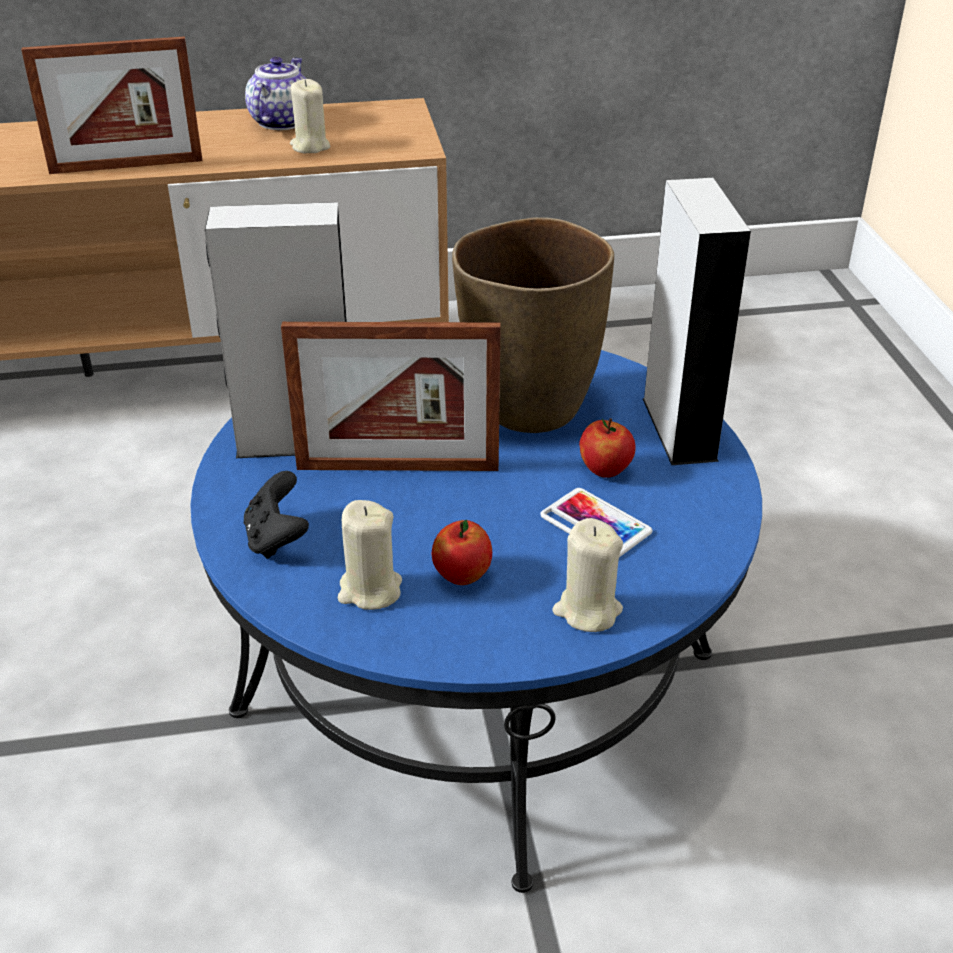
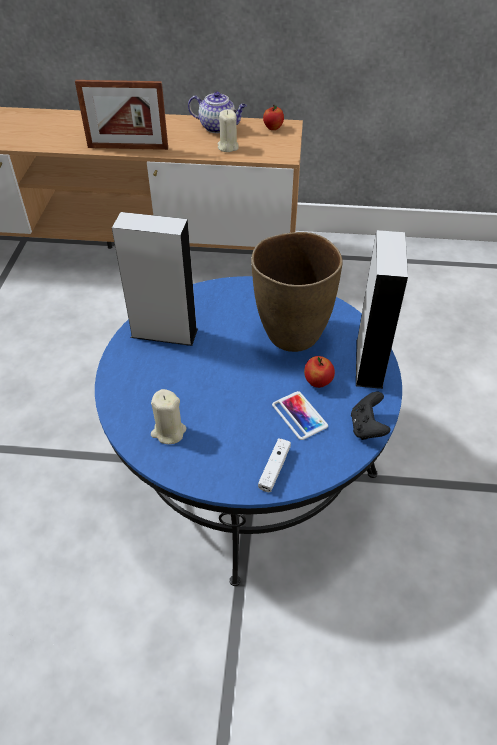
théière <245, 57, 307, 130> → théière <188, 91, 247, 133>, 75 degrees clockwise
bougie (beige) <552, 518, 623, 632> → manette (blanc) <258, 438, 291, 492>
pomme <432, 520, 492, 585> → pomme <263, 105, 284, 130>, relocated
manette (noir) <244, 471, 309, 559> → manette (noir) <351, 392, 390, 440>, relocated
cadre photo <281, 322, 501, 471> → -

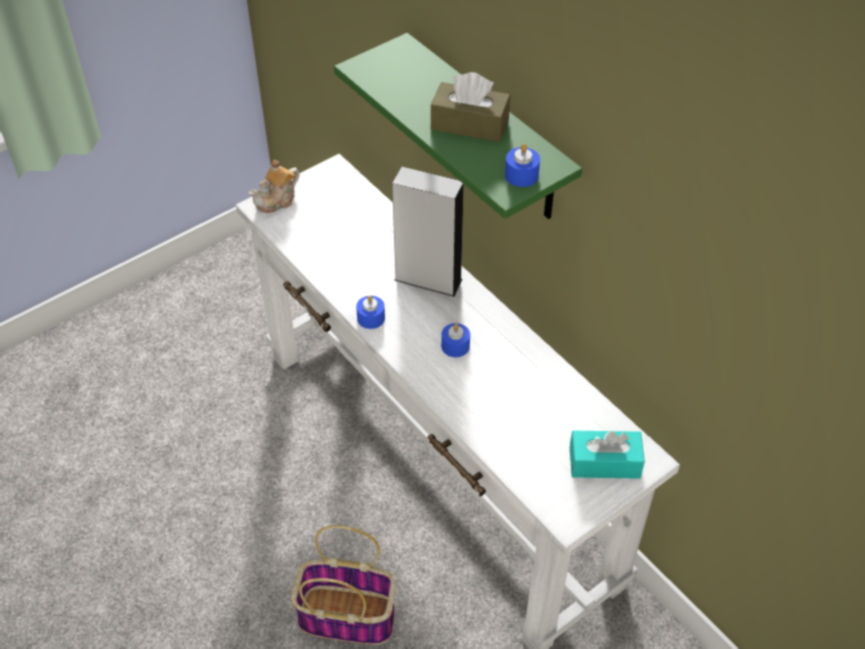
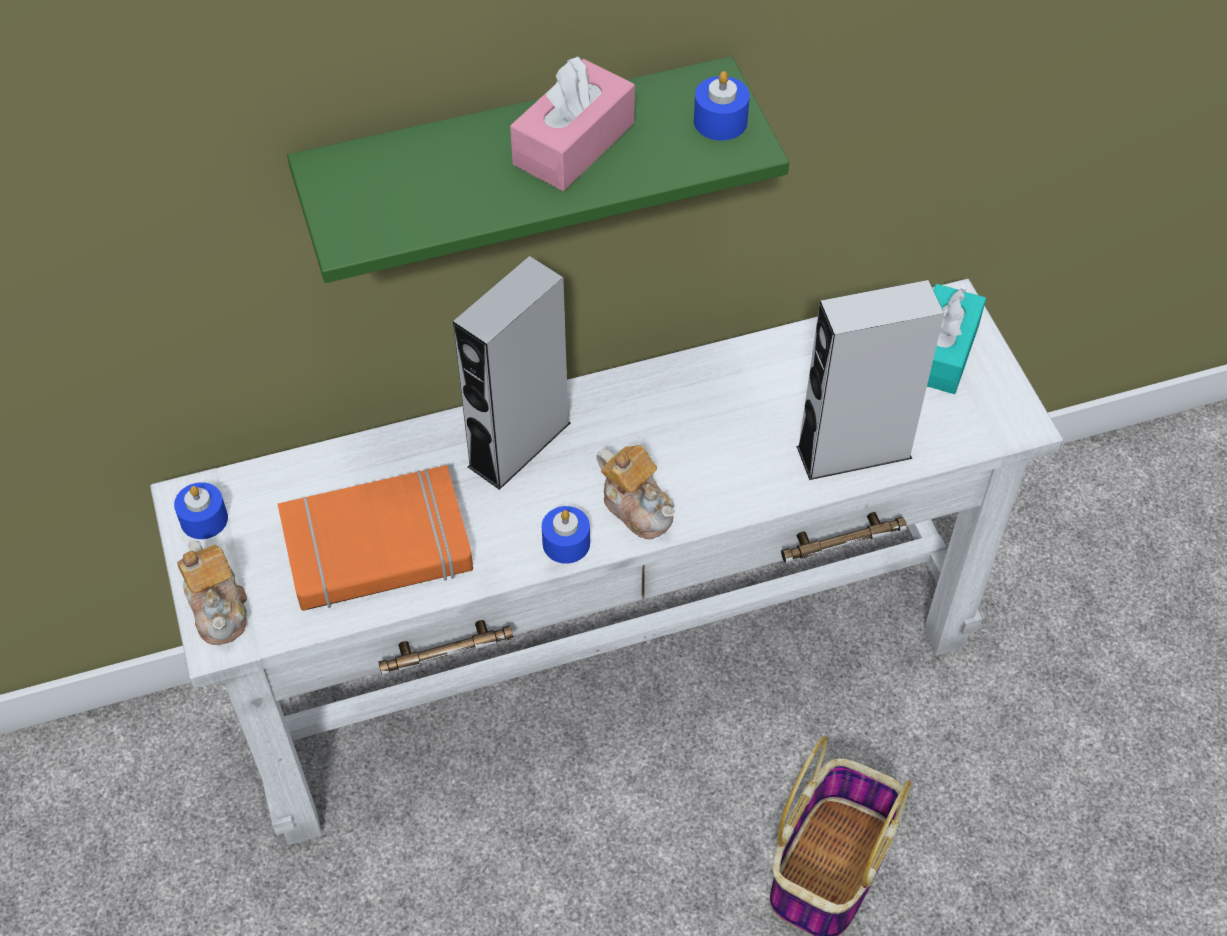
bougie (bleu) <441, 323, 470, 357> → bougie (bleu) <174, 482, 228, 539>, relocated
- → livre (orange) <278, 465, 473, 611>
boîte à mouchoirs (marron) <431, 72, 510, 142> → boîte à mouchoirs (rose) <510, 56, 635, 191>
- → théière <596, 445, 675, 539>
- → enceinte (gris) <796, 280, 944, 480>

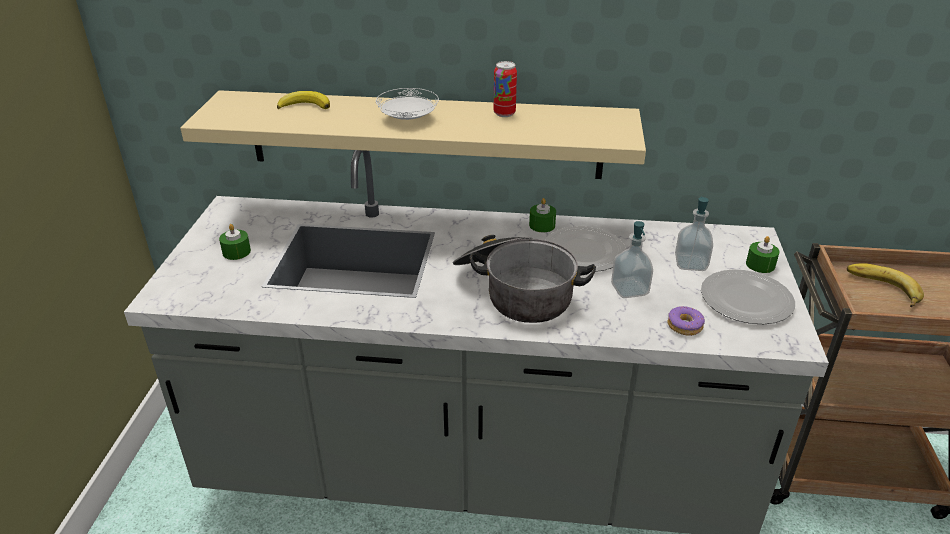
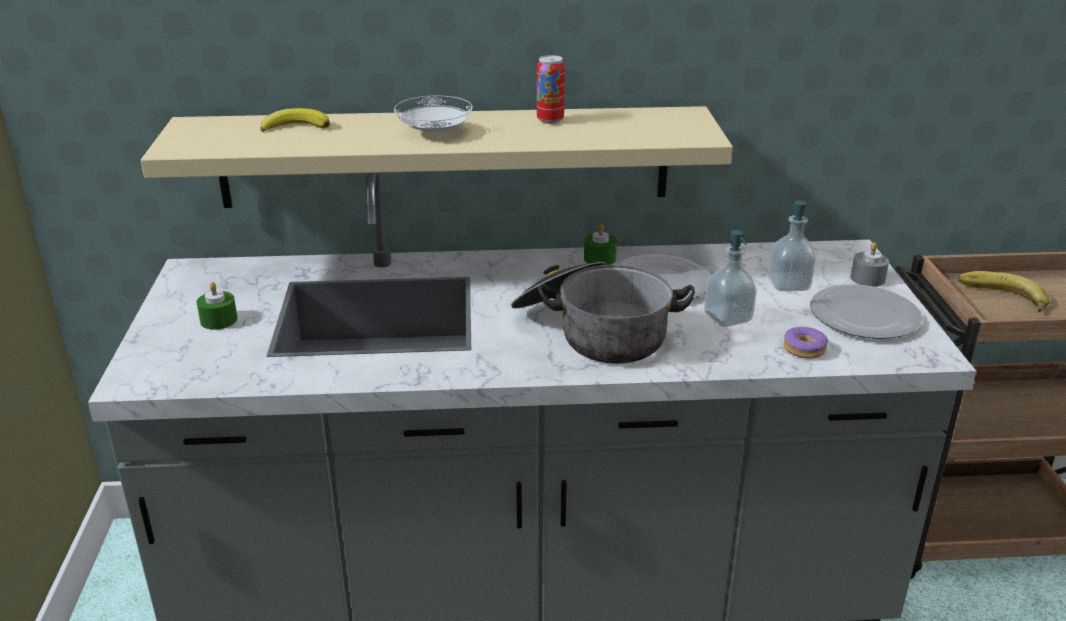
bougie (vert) <746, 236, 780, 273> → bougie (gris) <851, 242, 889, 287>

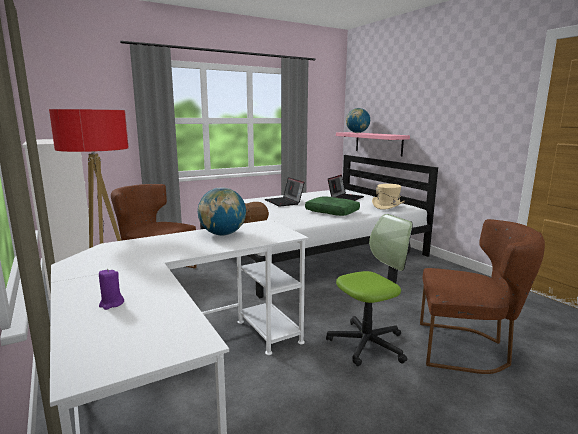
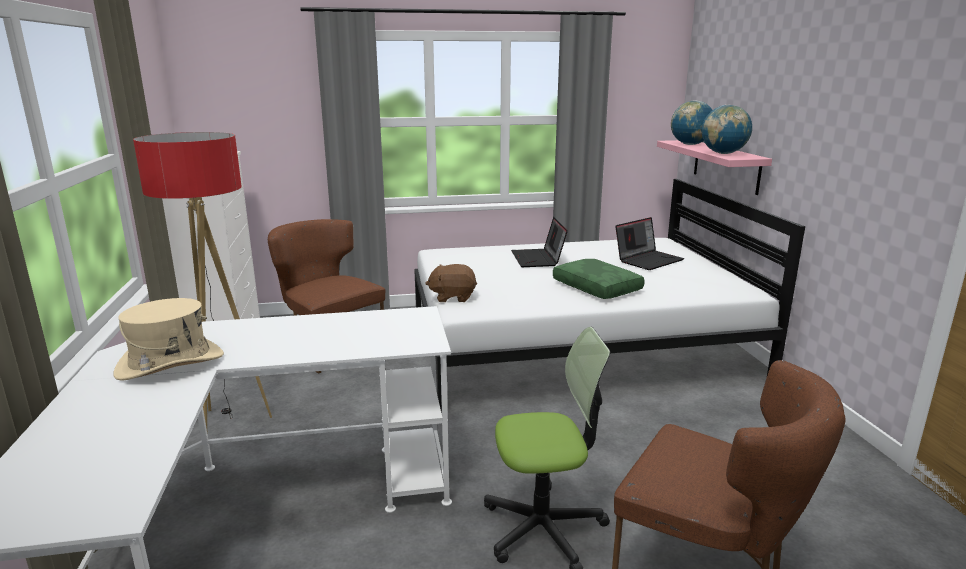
chapeau (beige) <372, 184, 405, 210> → chapeau (beige) <113, 298, 224, 381>, relocated
globe <198, 187, 246, 236> → globe <702, 105, 752, 154>, relocated
bougie (violet) <99, 269, 124, 310> → -

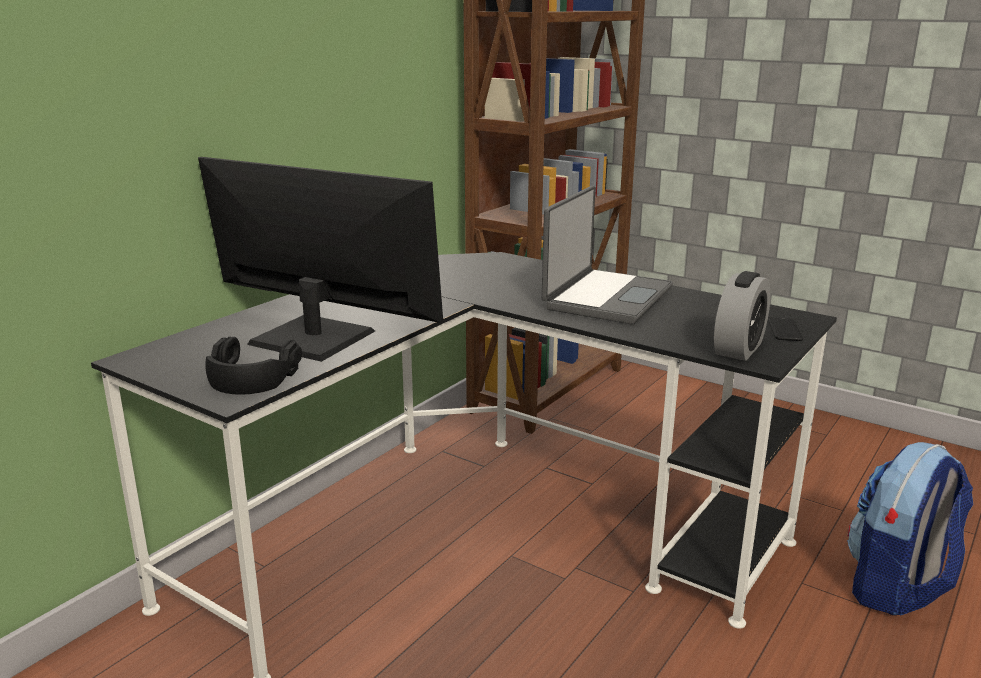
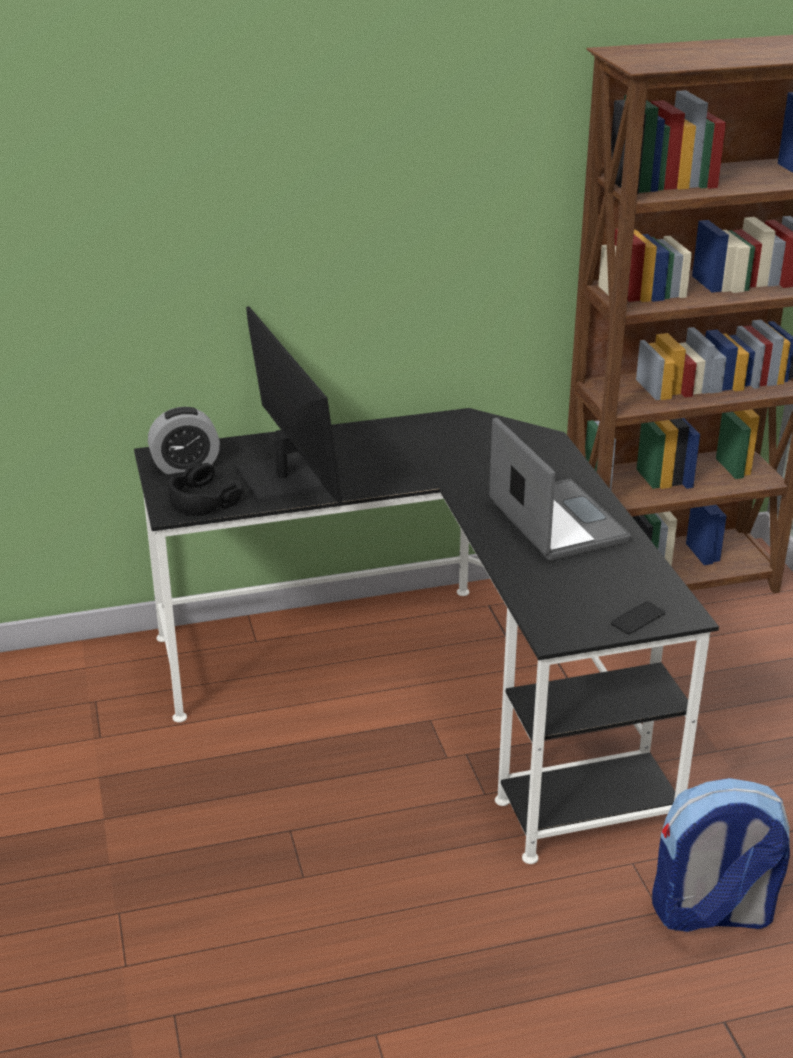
réveil <714, 271, 771, 361> → réveil <148, 407, 220, 474>, relocated
ordinateur portable <542, 186, 673, 324> → ordinateur portable <489, 418, 631, 561>, 90 degrees counterclockwise

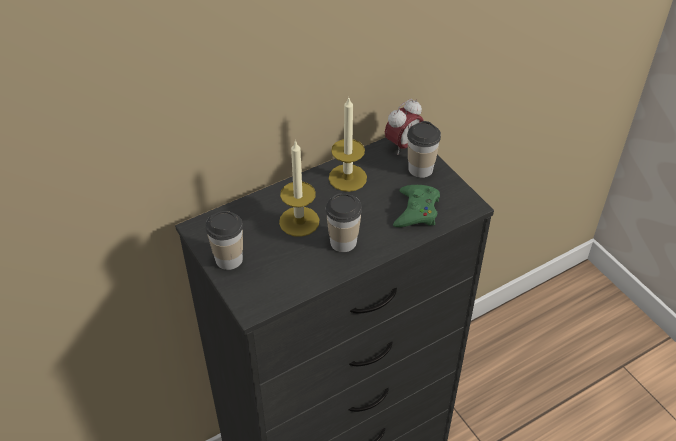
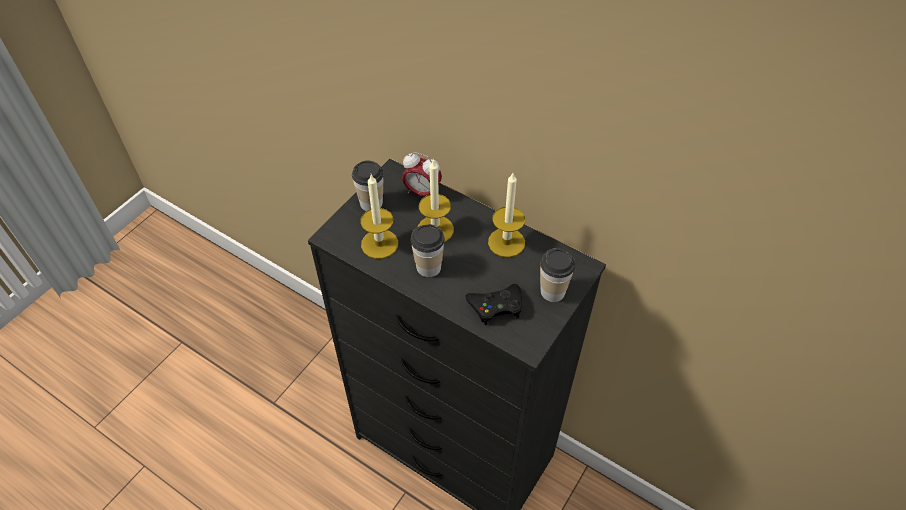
- → bougie <360, 175, 398, 259>
réveil <385, 99, 424, 155> → réveil <402, 152, 442, 196>, relocated
manette (vert) <393, 185, 440, 227> → manette (noir) <466, 284, 522, 325>

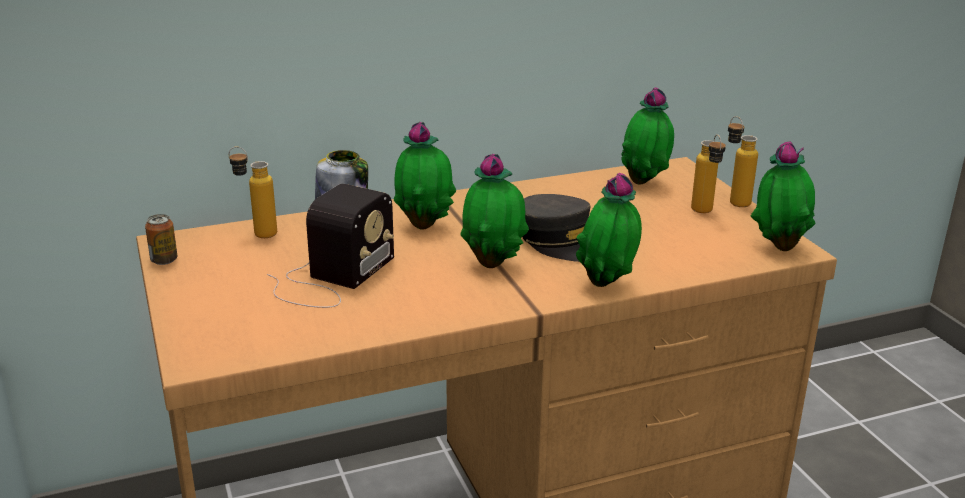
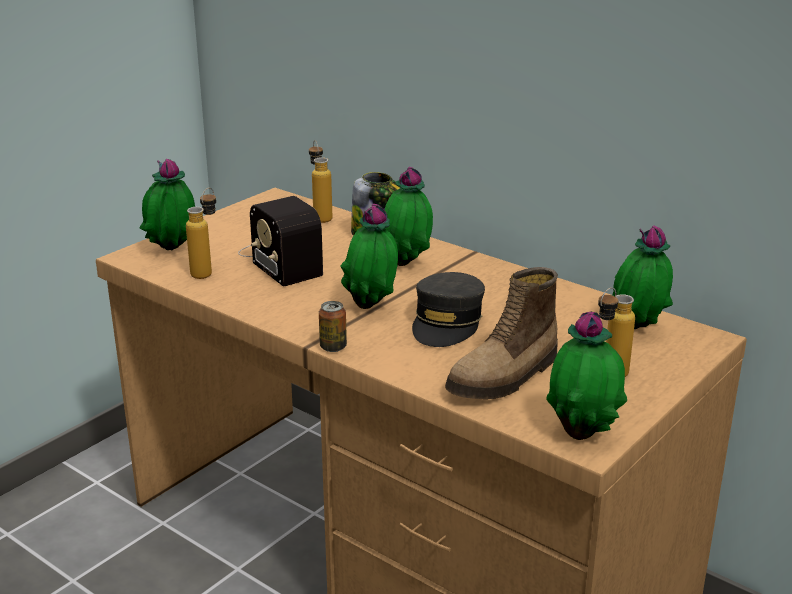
plante en pot <576, 173, 642, 287> → plante en pot <139, 159, 195, 250>, relocated
bouteille <728, 116, 758, 207> → bouteille <186, 188, 216, 279>, relocated
radio <267, 184, 394, 308> → radio <238, 196, 323, 287>, 60 degrees clockwise
boîte métallique <145, 214, 177, 265> → boîte métallique <319, 301, 347, 352>, relocated
- → botte <445, 267, 558, 399>

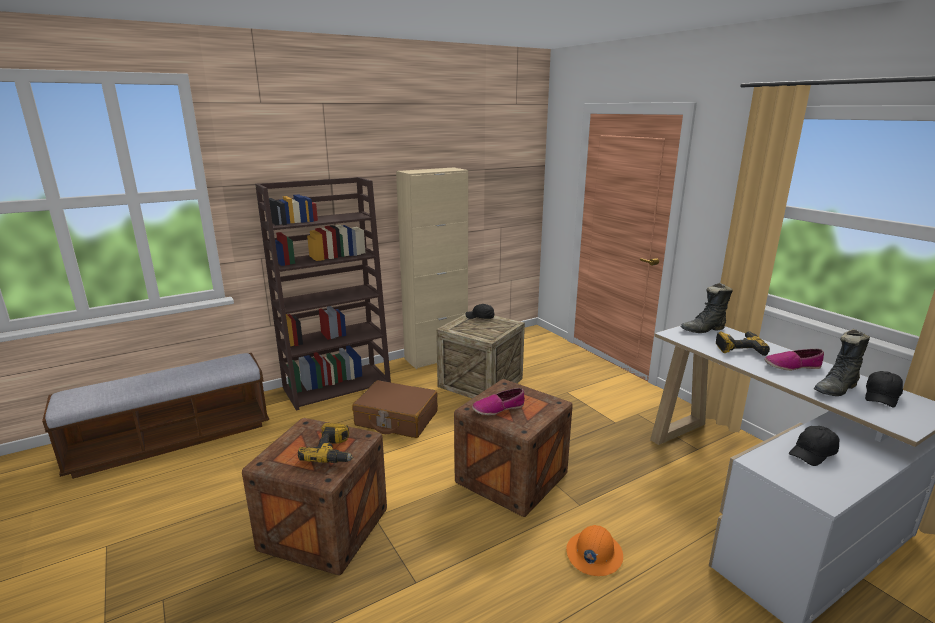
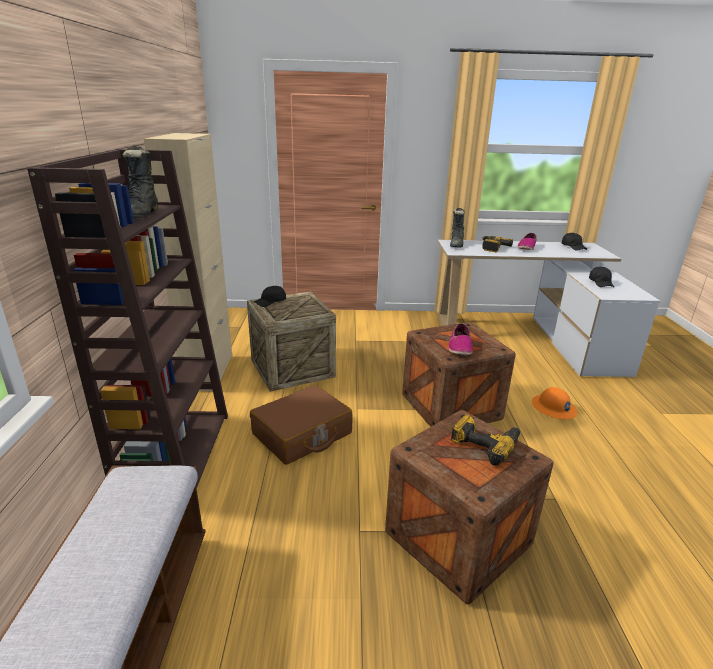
botte (noir) <814, 329, 870, 396> → botte (noir) <123, 145, 158, 218>, relocated

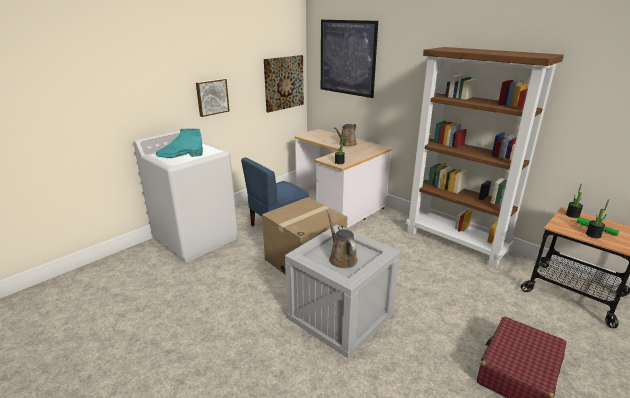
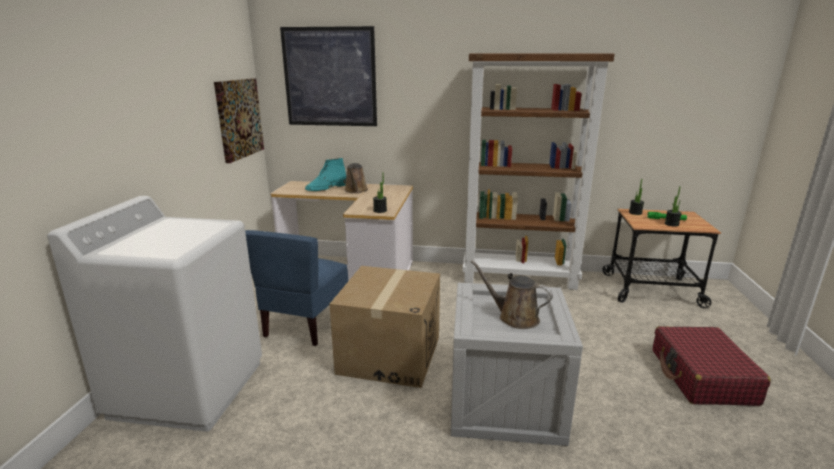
botte (turquoise) <156, 129, 203, 158> → botte (turquoise) <305, 158, 346, 191>, relocated
tableau <196, 78, 230, 117> → -

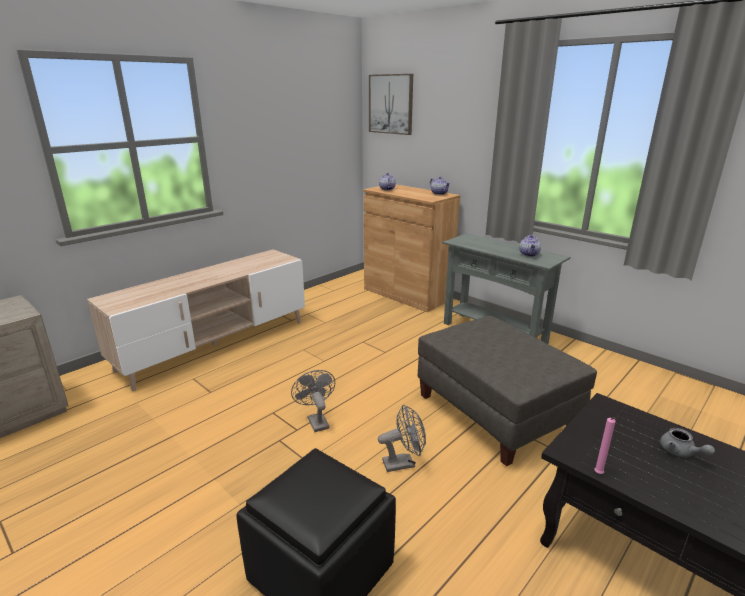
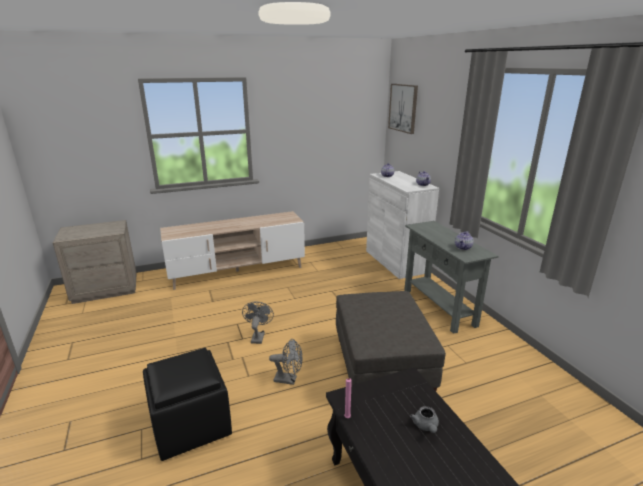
meuble de rangement (marron) <363, 184, 460, 312> → meuble de rangement (blanc) <366, 171, 439, 279>

